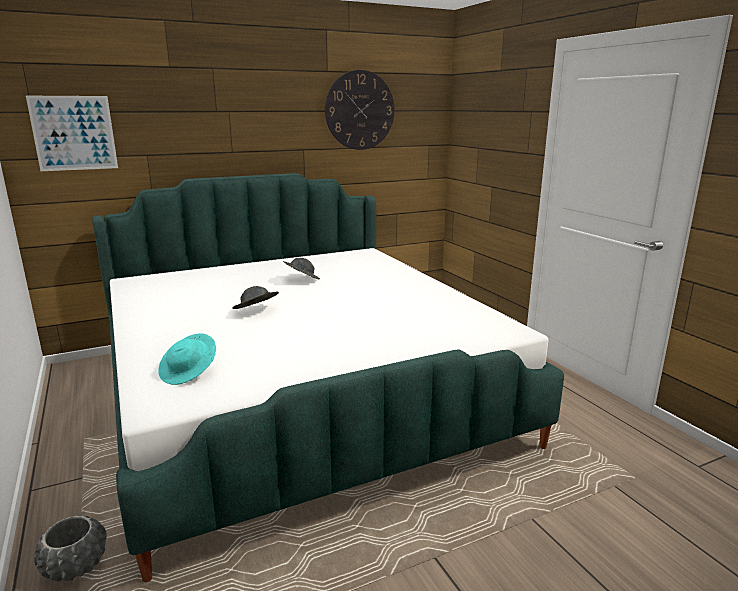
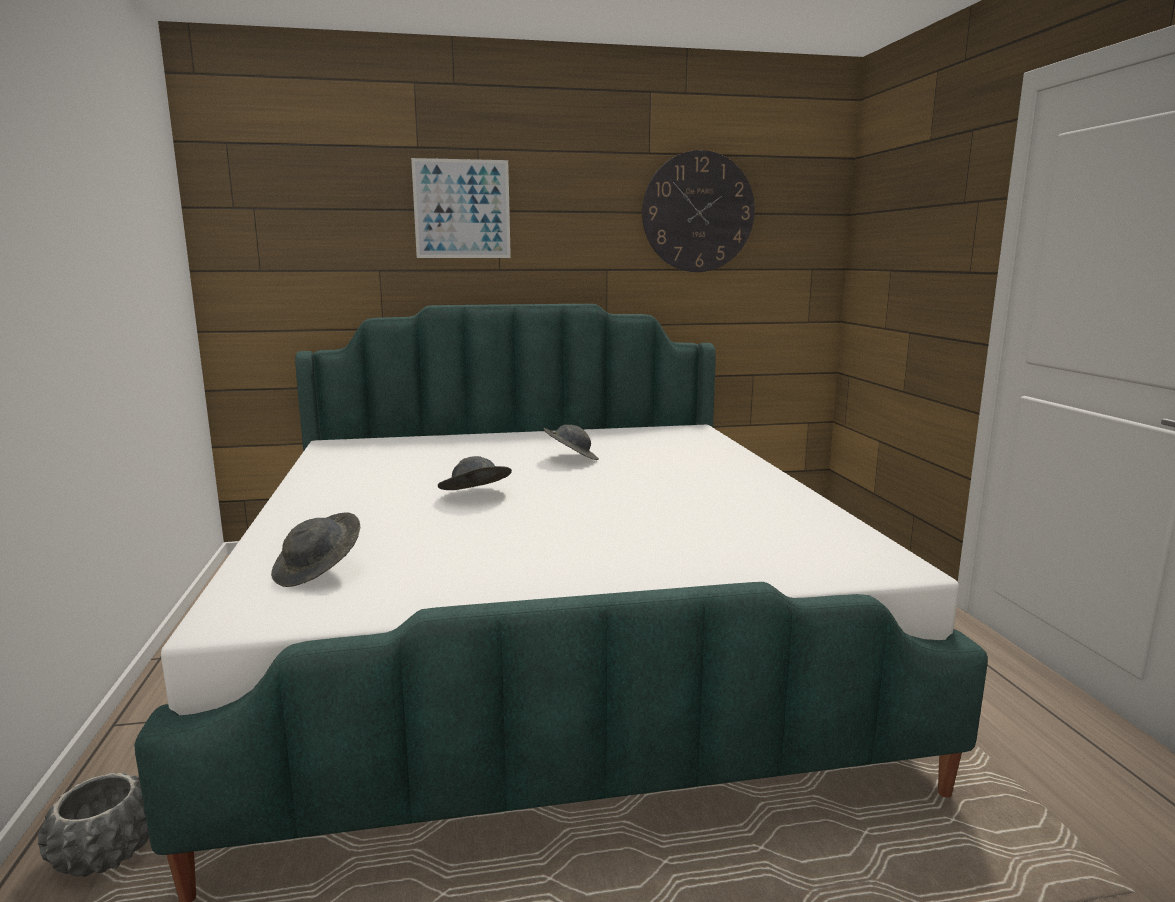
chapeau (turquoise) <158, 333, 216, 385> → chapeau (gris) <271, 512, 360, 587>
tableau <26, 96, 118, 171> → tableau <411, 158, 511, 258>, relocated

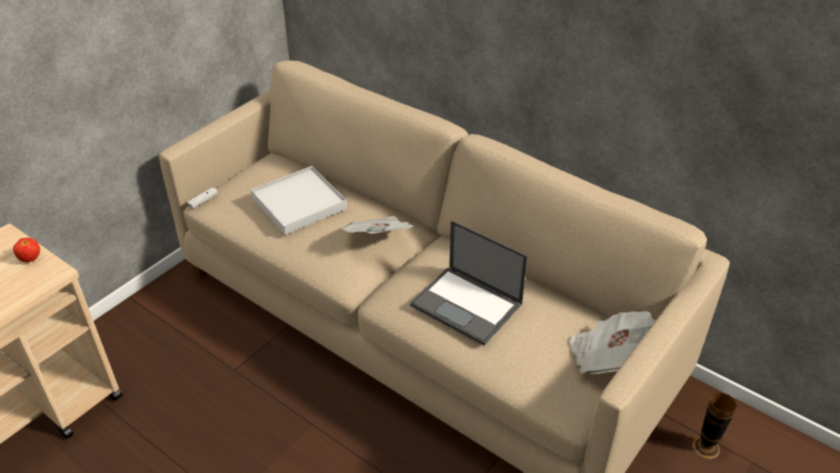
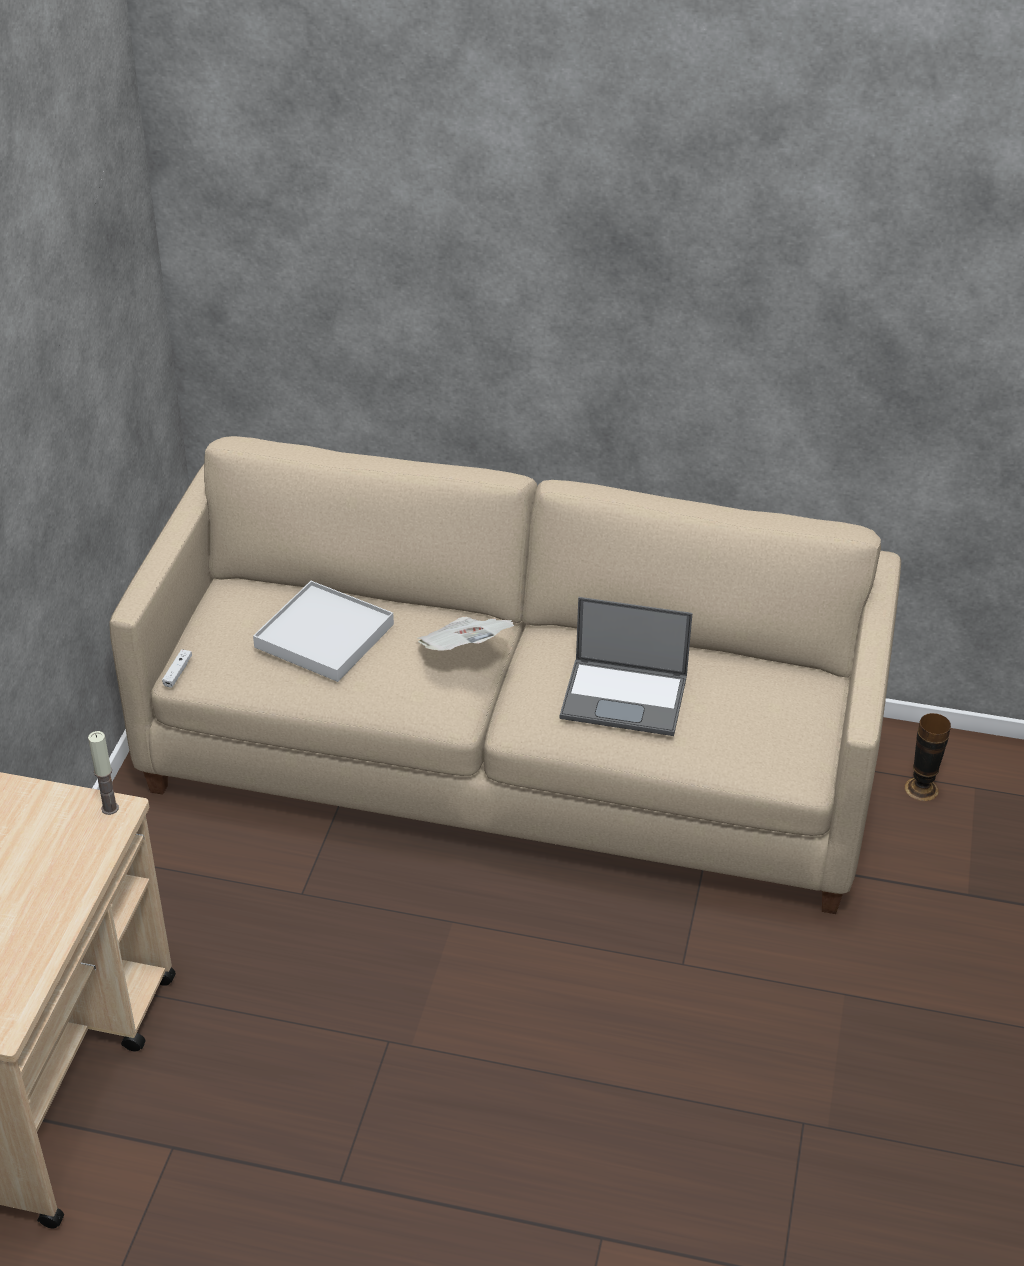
- → bougie <88, 731, 119, 815>
pomme <13, 238, 40, 262> → -
journal <568, 311, 655, 374> → -

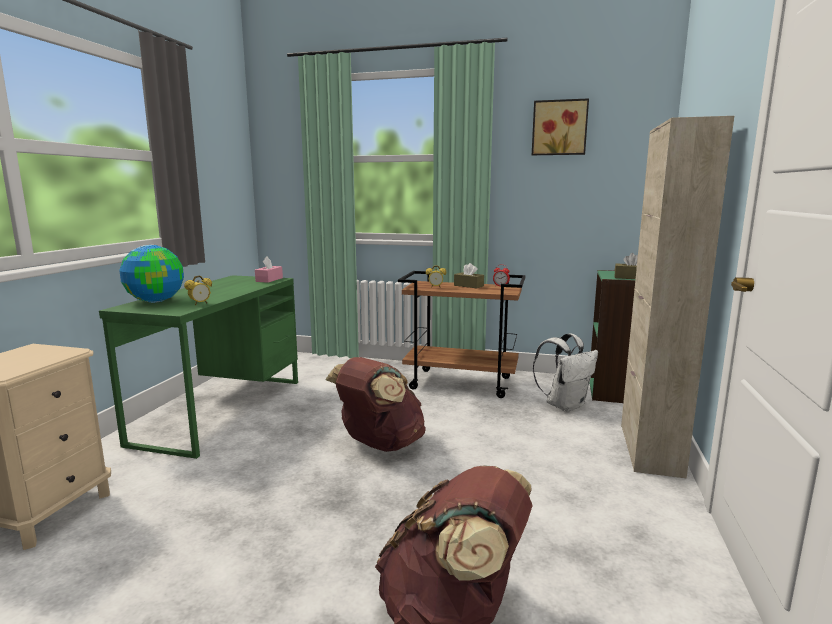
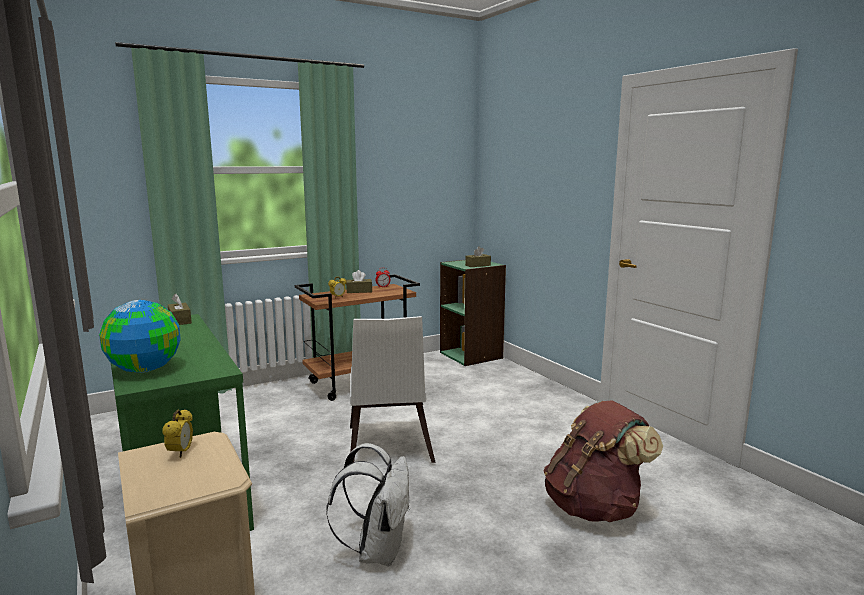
réveil <184, 276, 212, 305> → réveil <162, 409, 193, 458>, relocated
boîte à mouchoirs (rose) <255, 257, 283, 283> → boîte à mouchoirs (marron) <168, 293, 192, 325>
sac à dos (blanc) <533, 333, 598, 412> → sac à dos (blanc) <326, 443, 411, 566>, relocated
sac à dos (marron) <325, 357, 426, 452> → chaise (blanc) <350, 316, 435, 463>
tableau <532, 98, 589, 155> → -
meuble de rangement (beige) <621, 116, 734, 478> → -

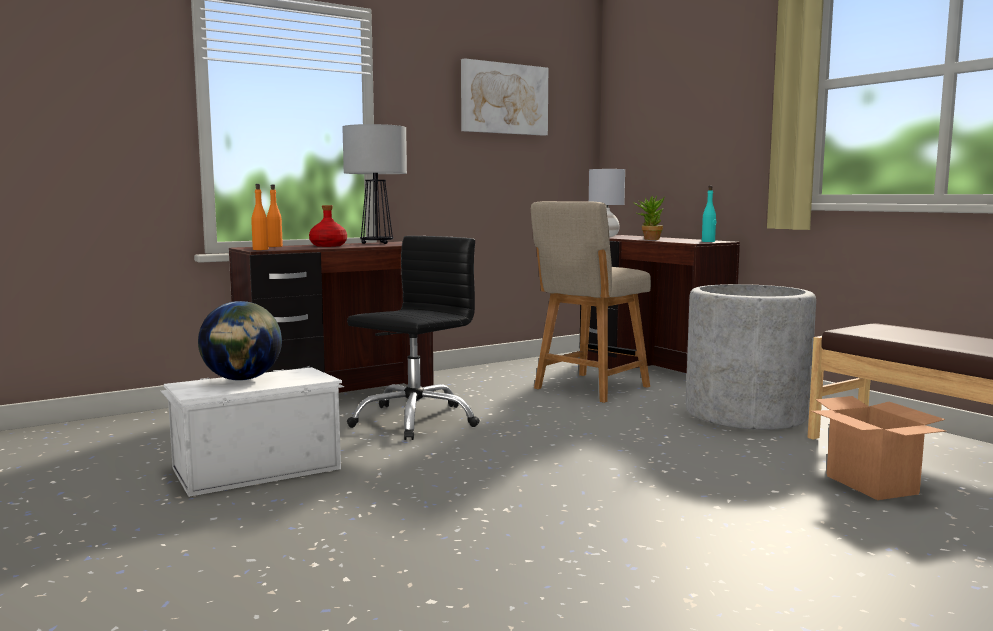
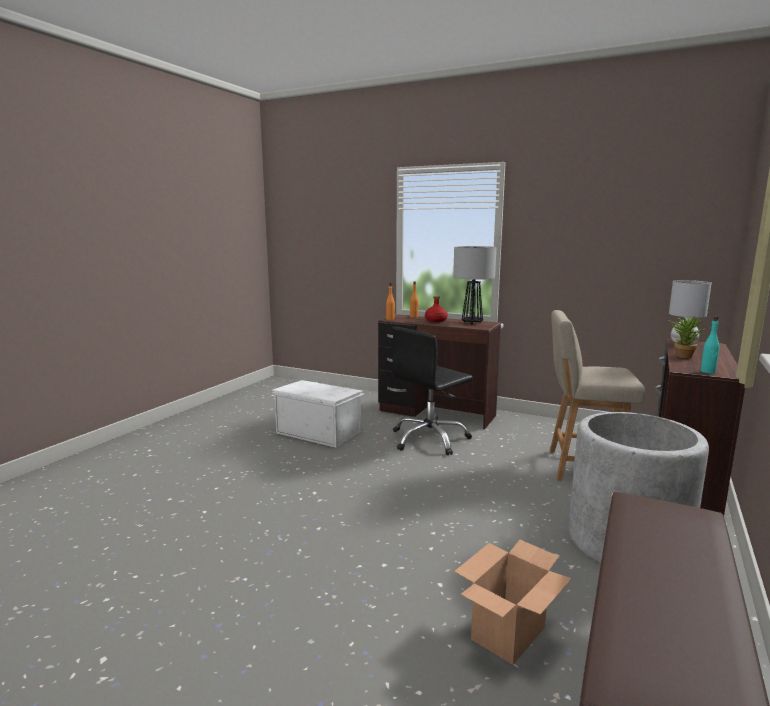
chaise de bureau (noir) <347, 236, 480, 440> → chaise de bureau (noir) <392, 327, 473, 455>, 135 degrees clockwise
globe <198, 301, 282, 381> → -
tableau <461, 58, 548, 136> → -

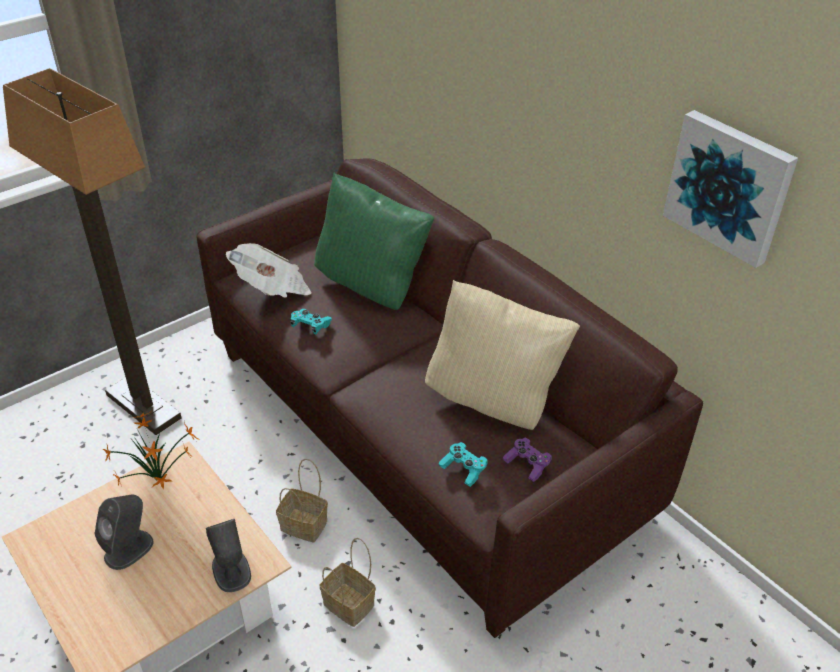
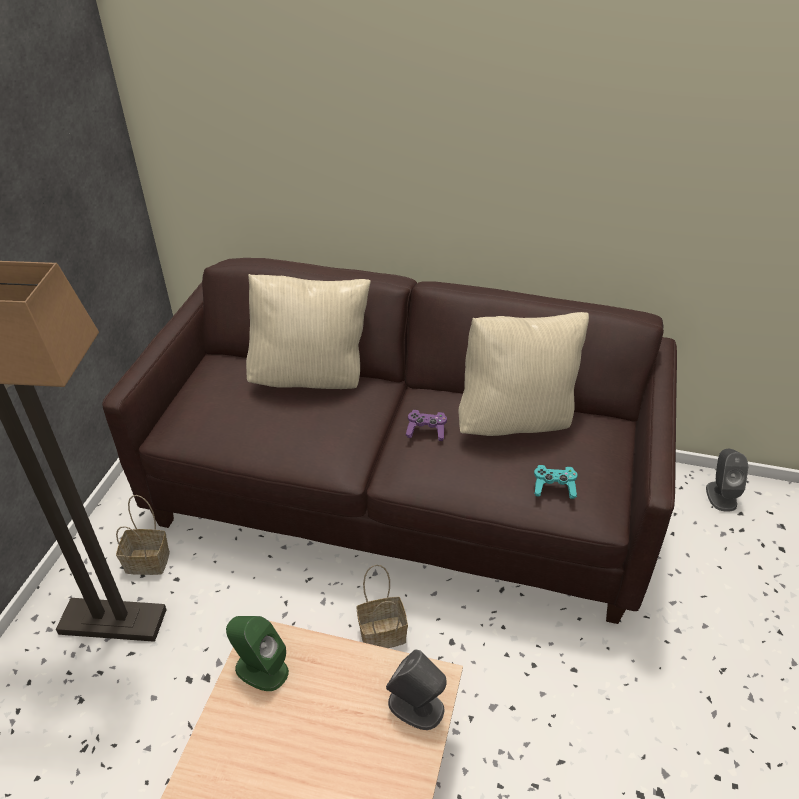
panier <320, 538, 376, 627> → panier <116, 495, 170, 575>, relocated
plante en pot <103, 413, 198, 490> → enceinte (vert) <226, 616, 289, 691>
coussin (vert) <314, 173, 435, 310> → coussin (beige) <246, 274, 371, 389>
manette (violet) <503, 438, 552, 482> → manette (violet) <406, 410, 447, 441>, relocated
enceinte (gris) <94, 495, 154, 570> → enceinte (gris) <706, 449, 749, 512>, relocated
journal <226, 243, 311, 298> → -
manette (turquoise) <290, 309, 332, 334> → -
tableau <663, 110, 798, 268> → -

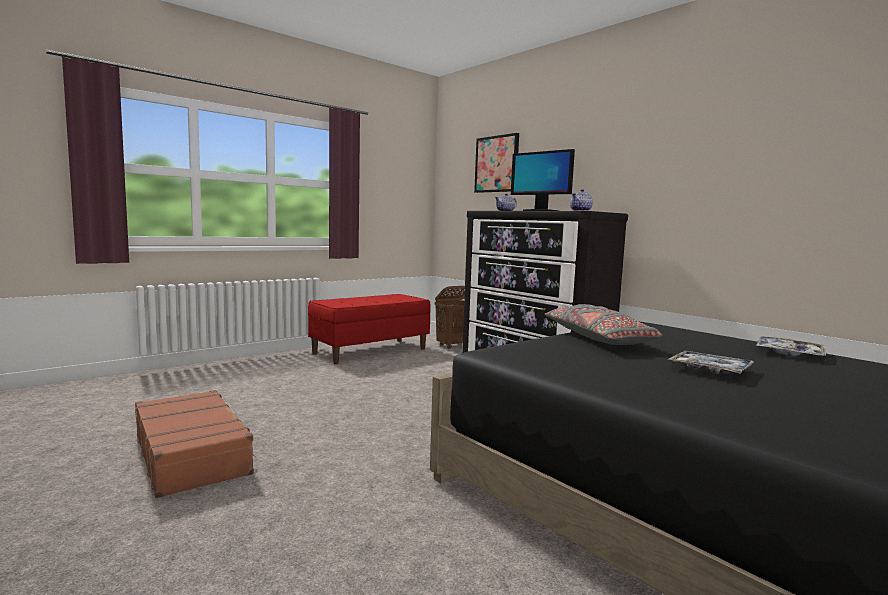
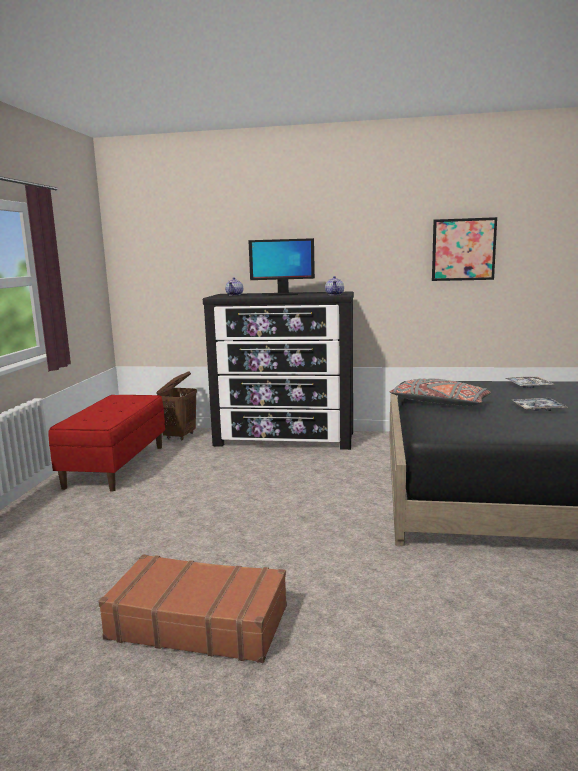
tableau <474, 133, 519, 193> → tableau <432, 217, 497, 281>, relocated

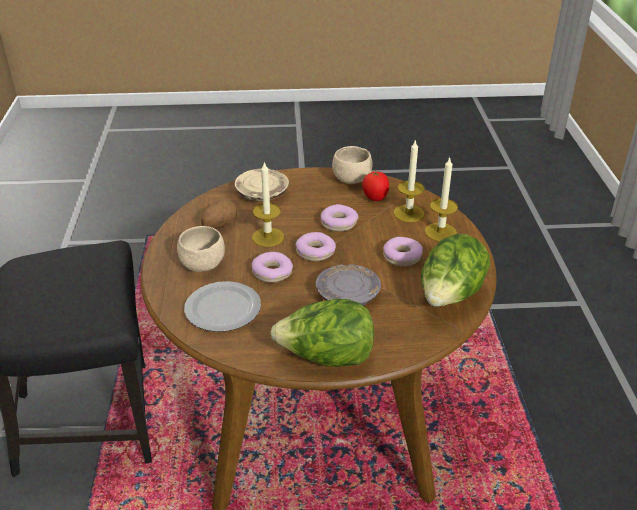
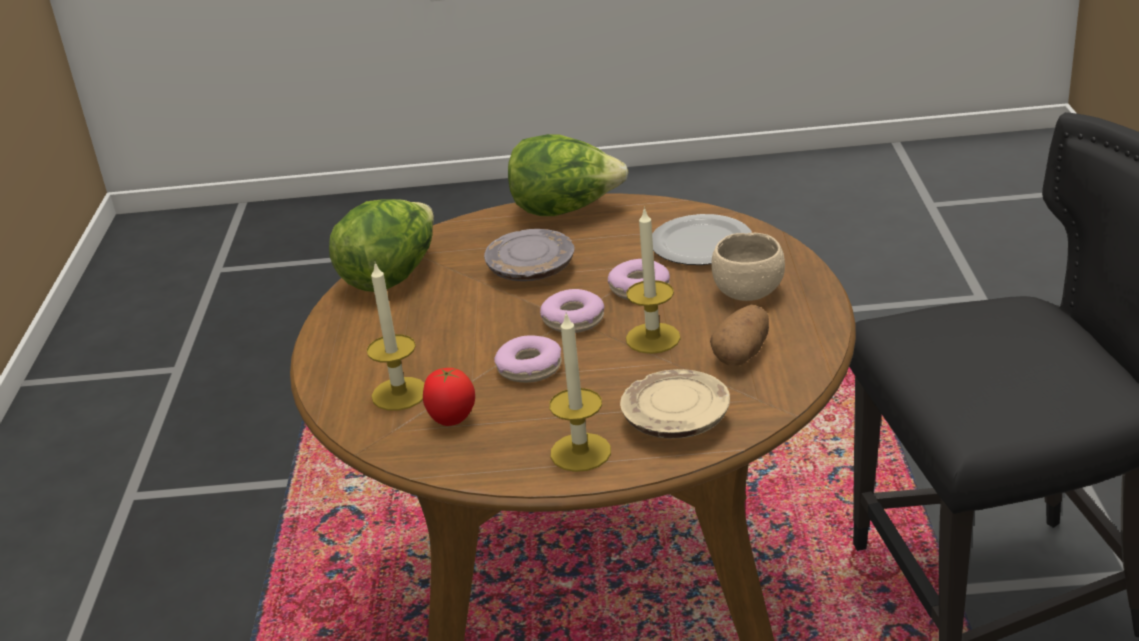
bougie <425, 156, 458, 241> → bougie <549, 314, 611, 472>, relocated
bol (beige) <332, 146, 373, 184> → -
beignet <383, 237, 423, 266> → -

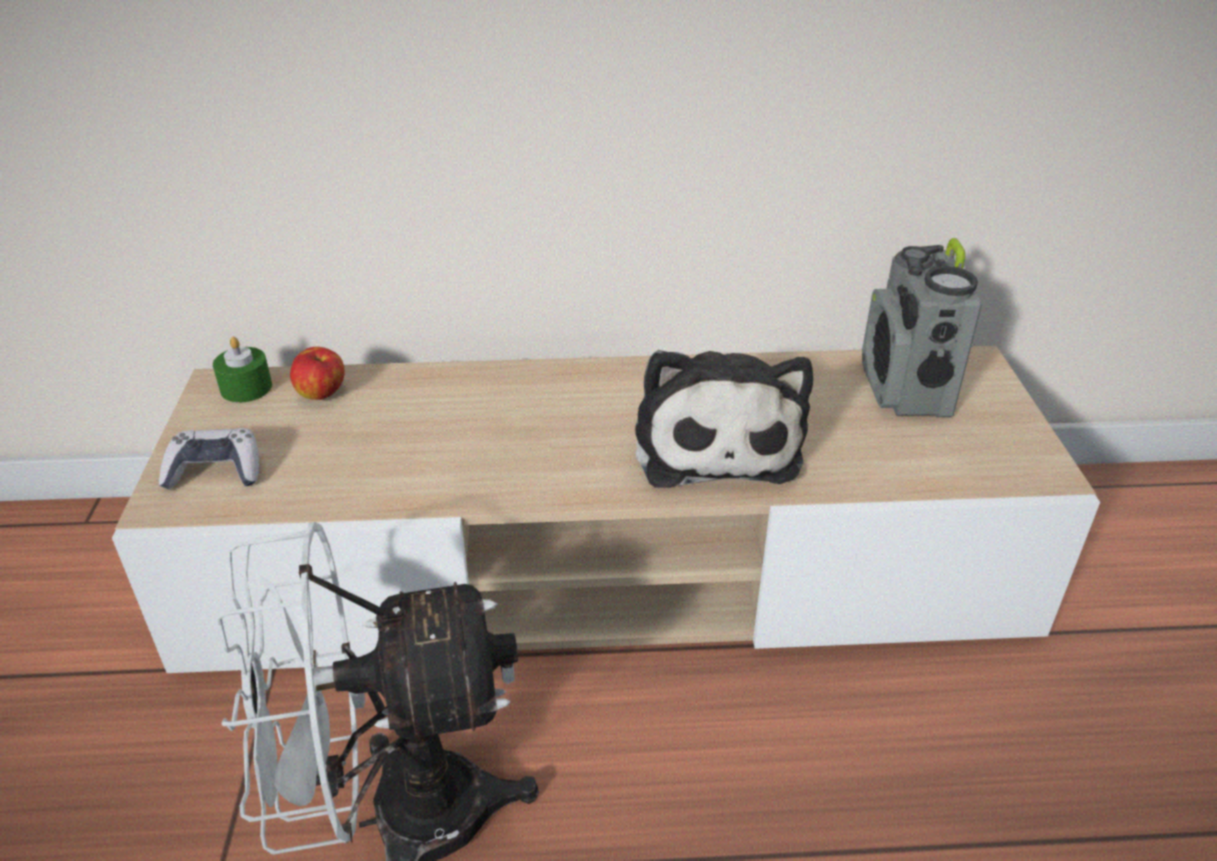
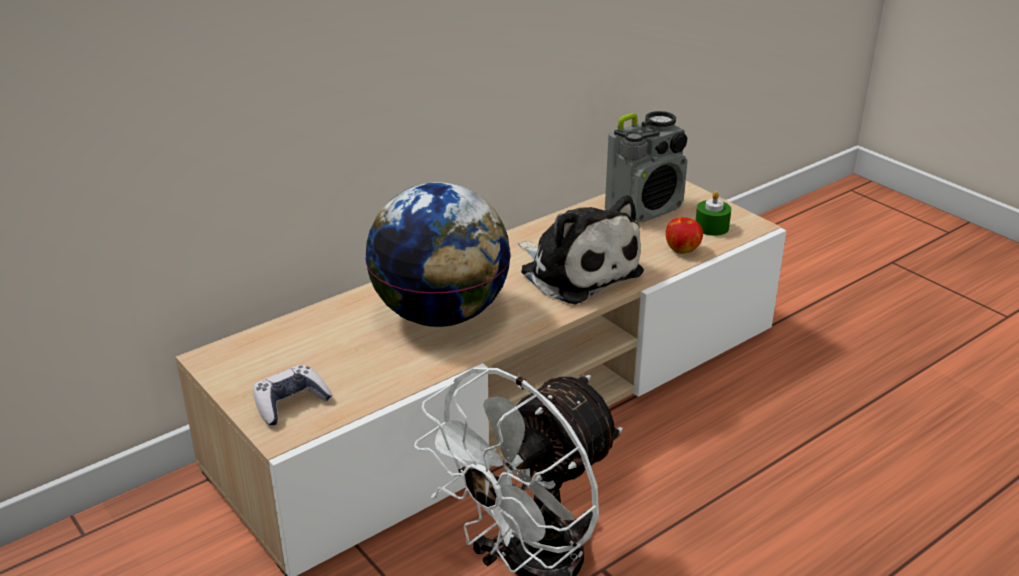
- → globe <365, 182, 511, 327>
radio <862, 238, 982, 417> → radio <605, 111, 688, 222>, 90 degrees counterclockwise
pomme <290, 347, 345, 400> → pomme <666, 217, 703, 254>, relocated
bougie (vert) <213, 337, 272, 403> → bougie (vert) <696, 191, 731, 236>, relocated

